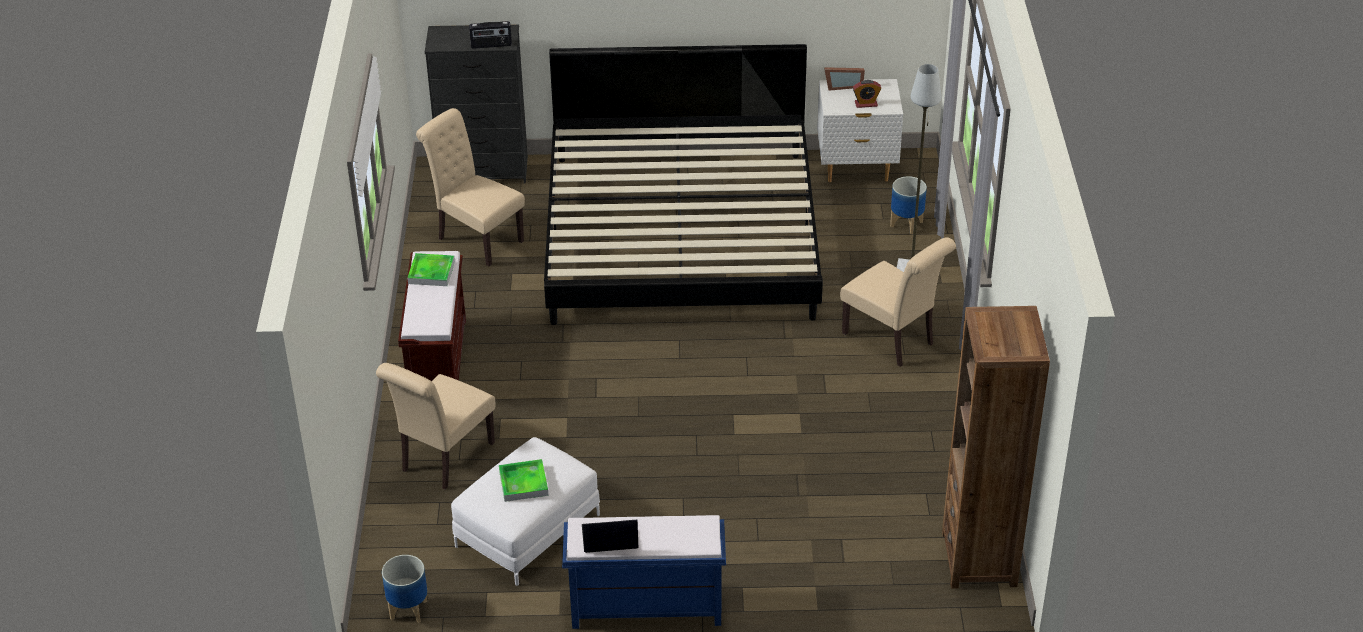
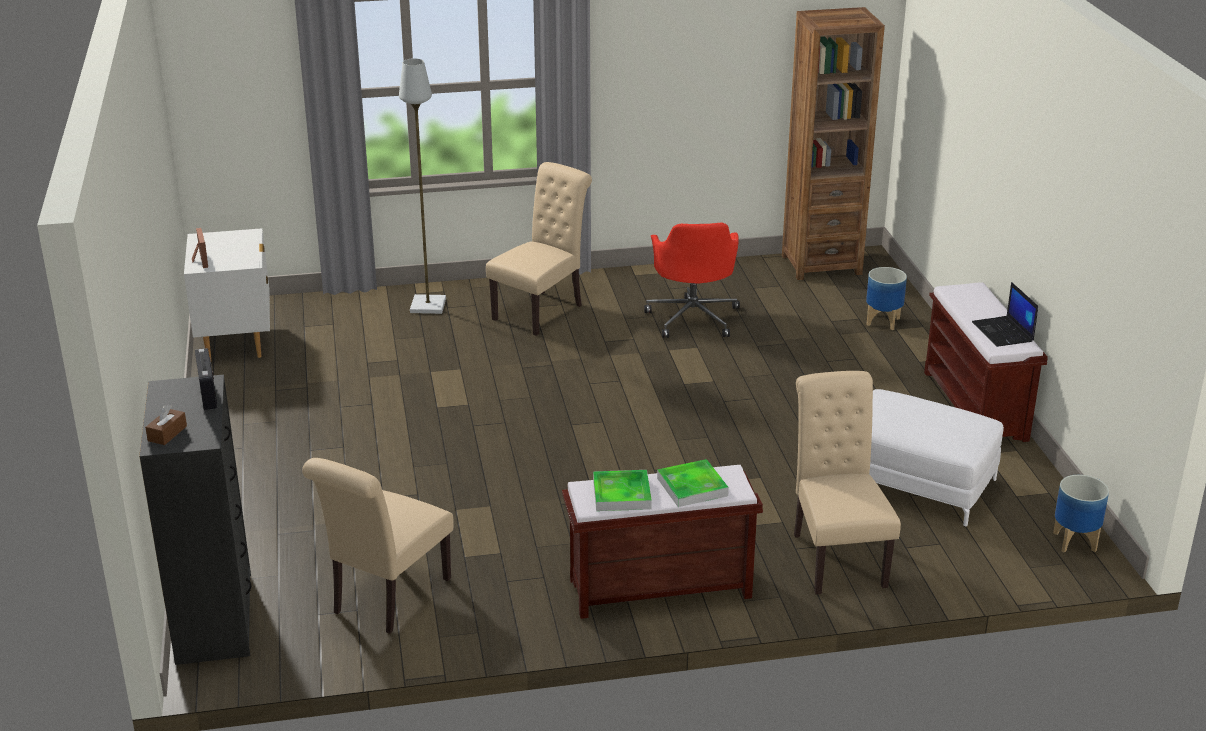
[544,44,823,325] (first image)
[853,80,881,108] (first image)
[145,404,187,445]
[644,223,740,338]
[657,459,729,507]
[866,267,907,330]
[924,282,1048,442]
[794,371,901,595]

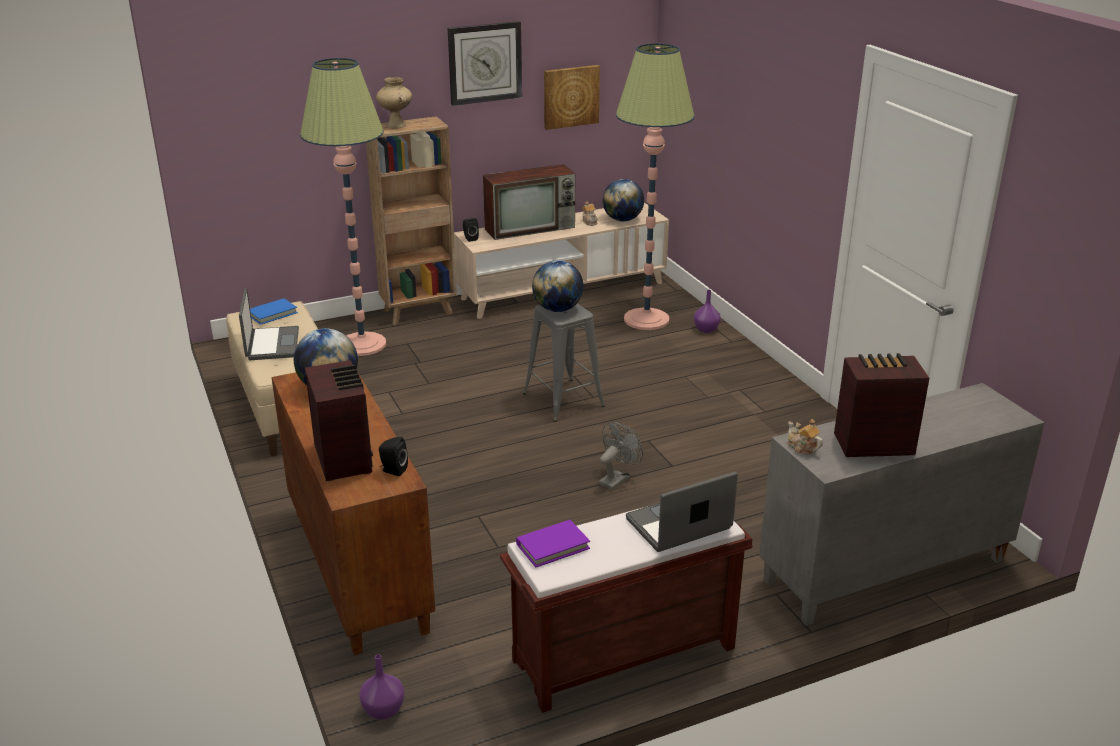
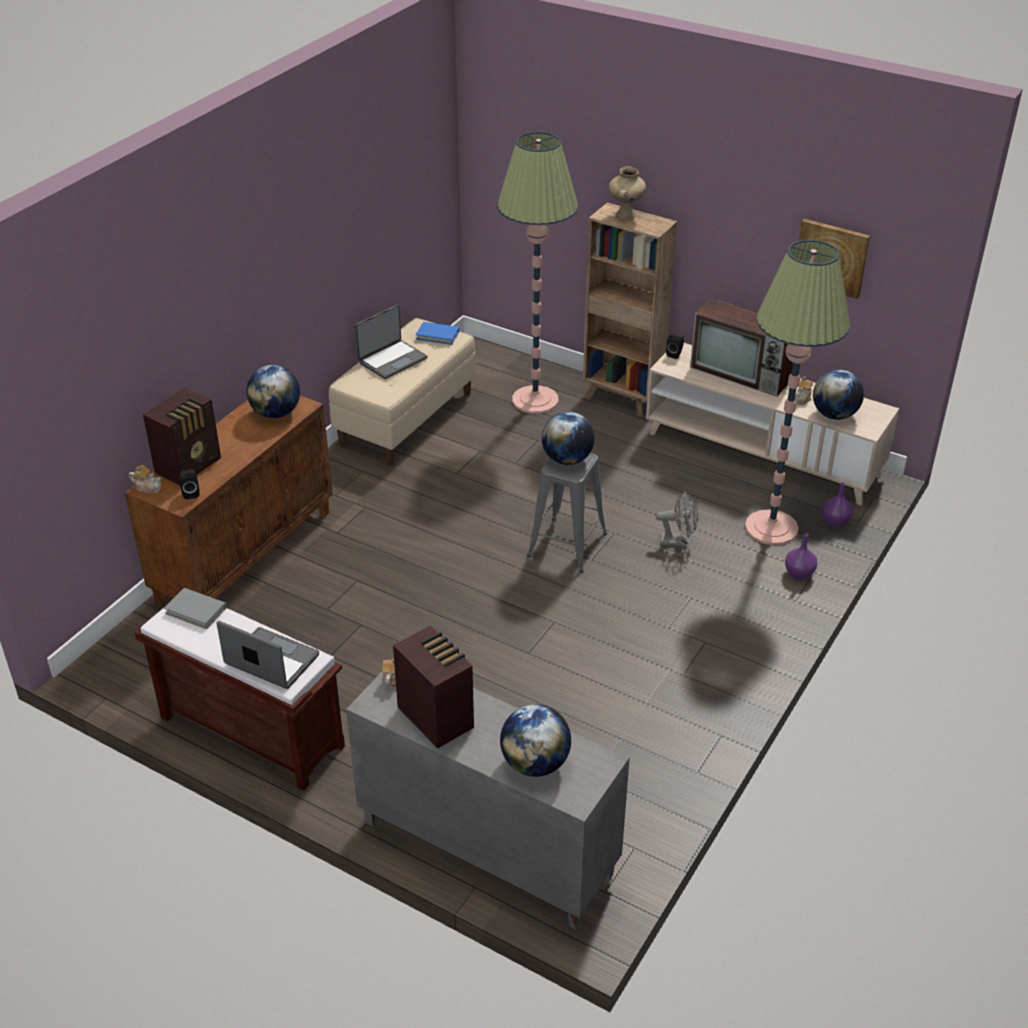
[448,21,522,106] (first image)
[129,465,161,494]
[500,704,571,777]
[822,482,853,527]
[656,491,698,547]
[164,588,227,629]

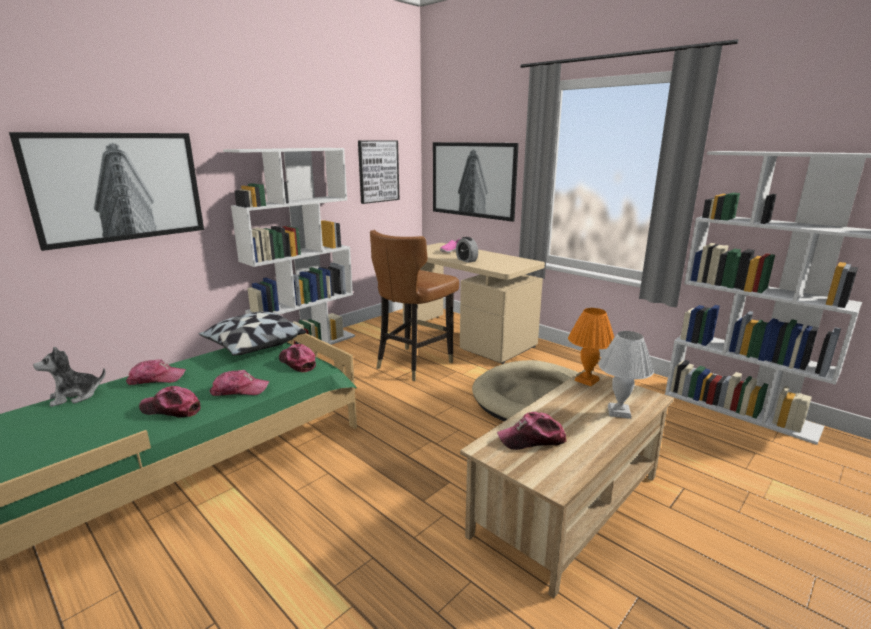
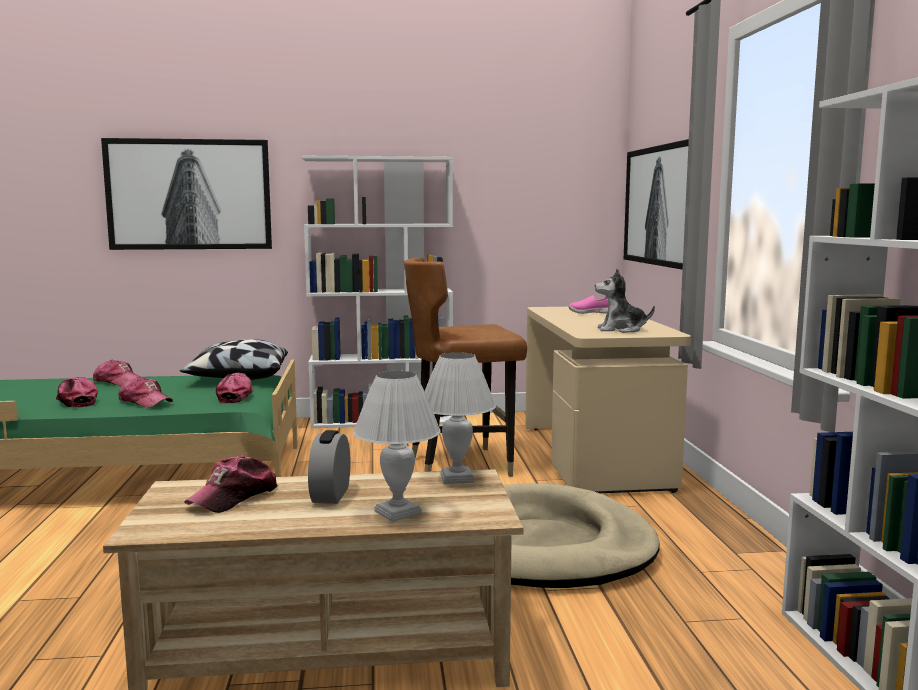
[358,140,399,204] (first image)
[595,268,655,333]
[308,430,350,504]
[424,352,496,484]
[184,456,278,513]

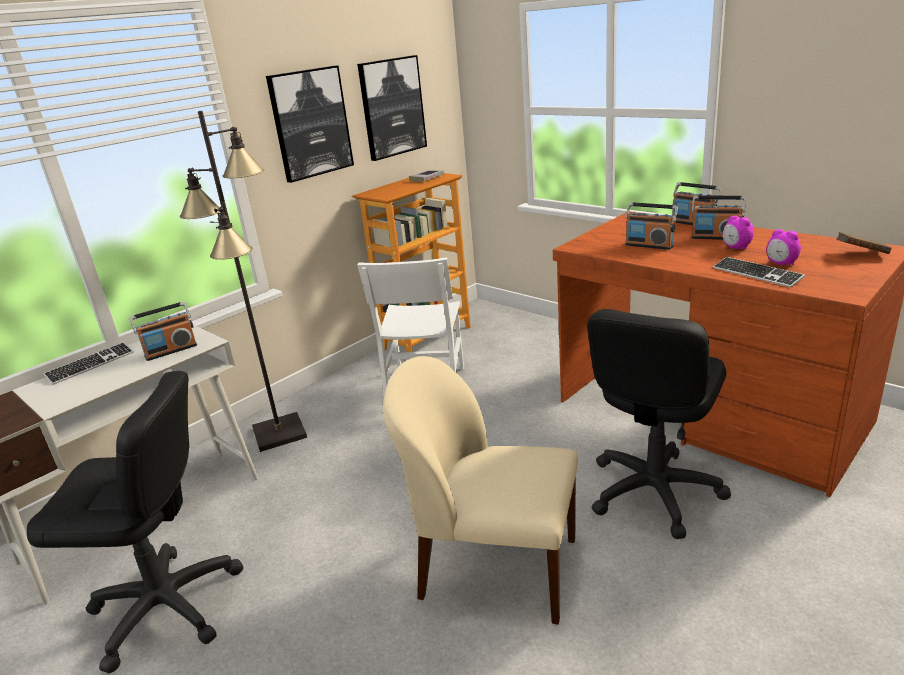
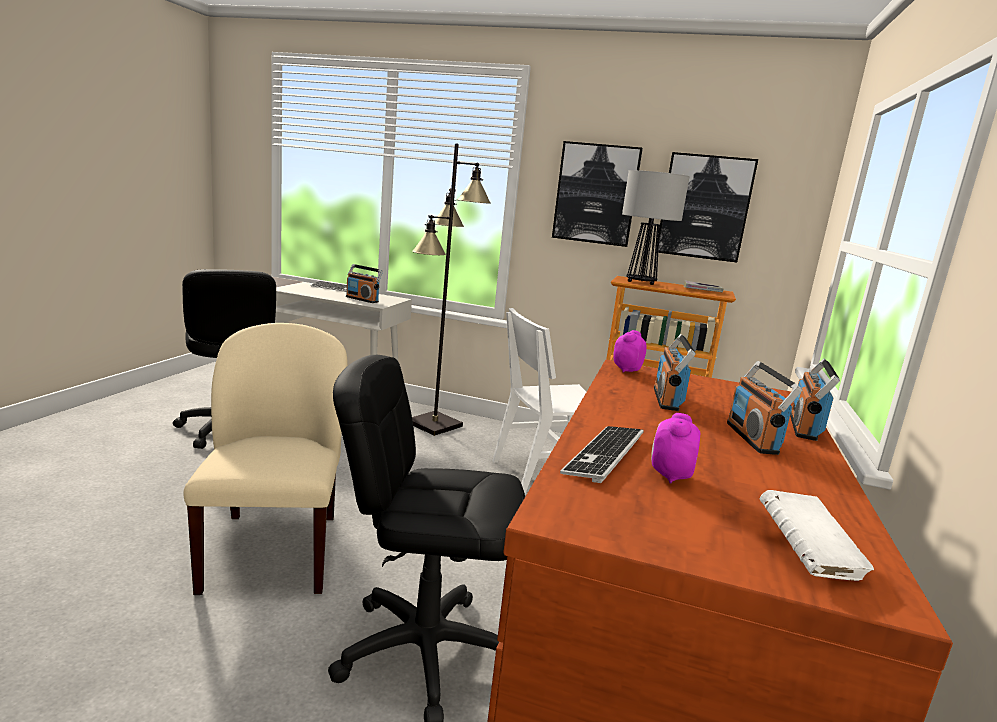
[622,170,690,285]
[613,330,647,372]
[760,490,874,581]

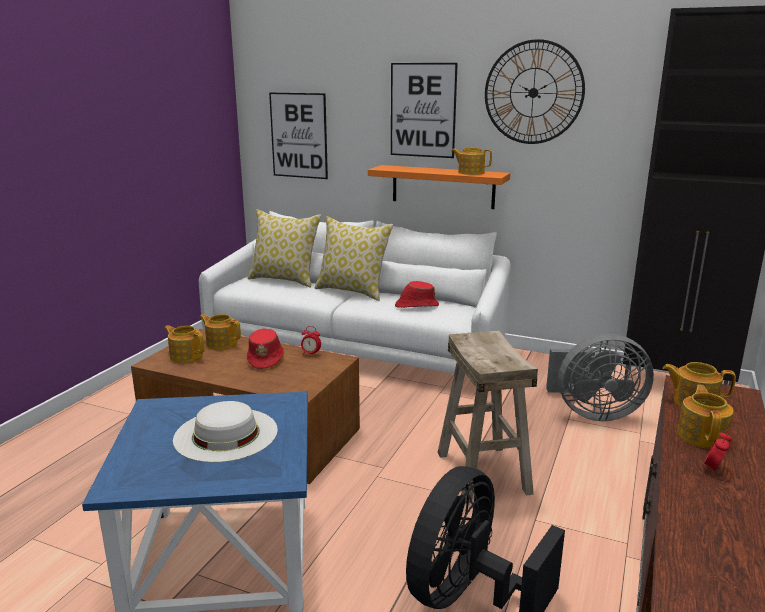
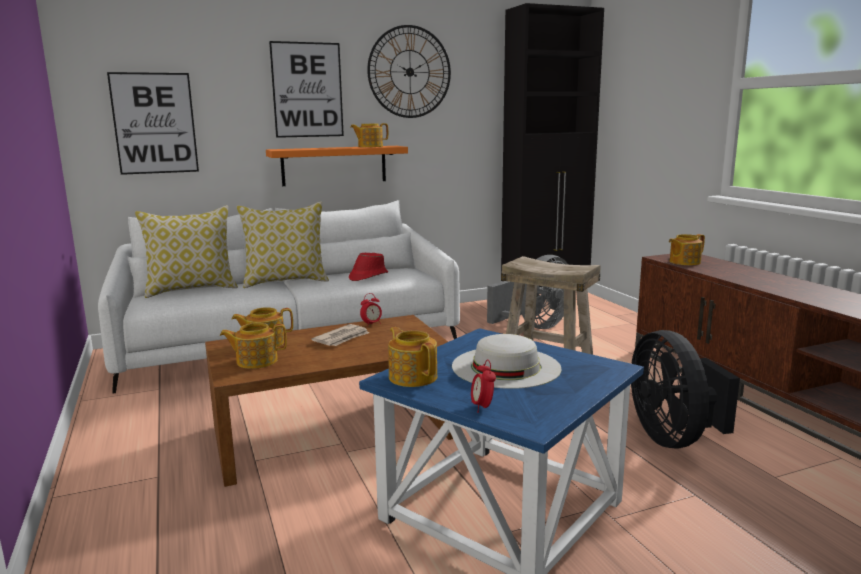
[388,327,437,387]
[471,359,496,413]
[311,324,369,346]

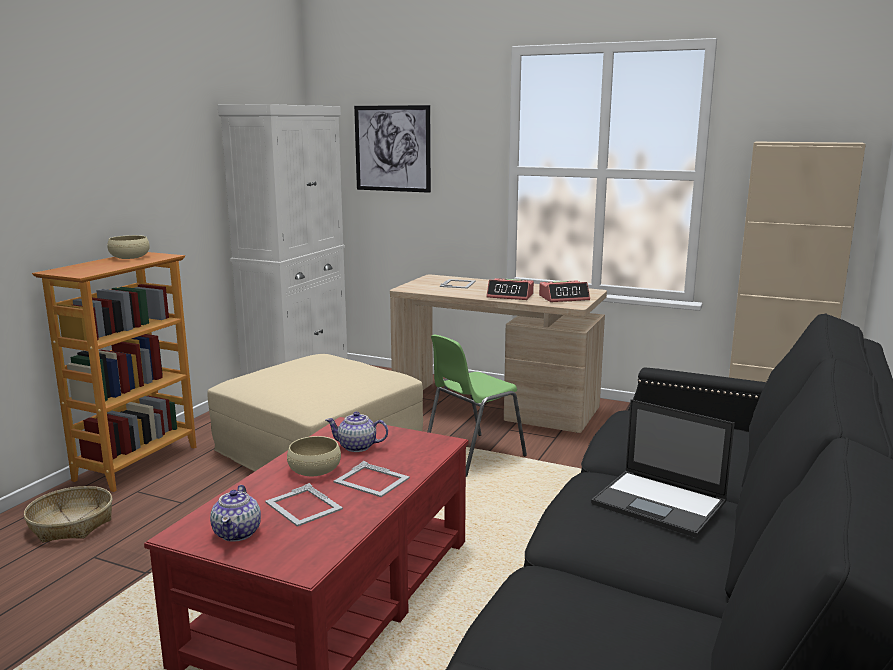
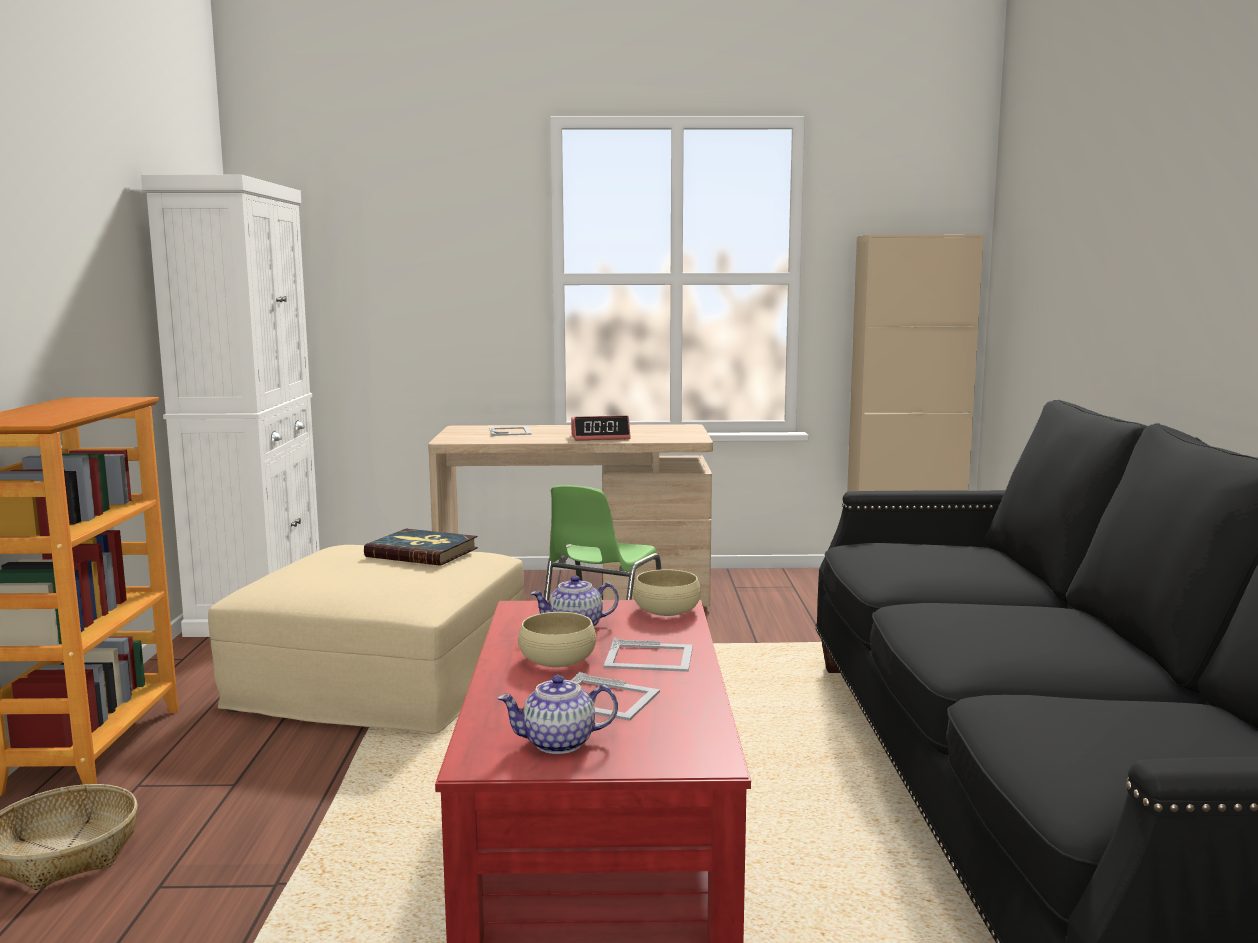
[354,105,431,193] (first image)
[539,281,590,302] (first image)
[591,399,735,538] (first image)
[364,529,478,566]
[633,569,701,616]
[497,675,618,754]

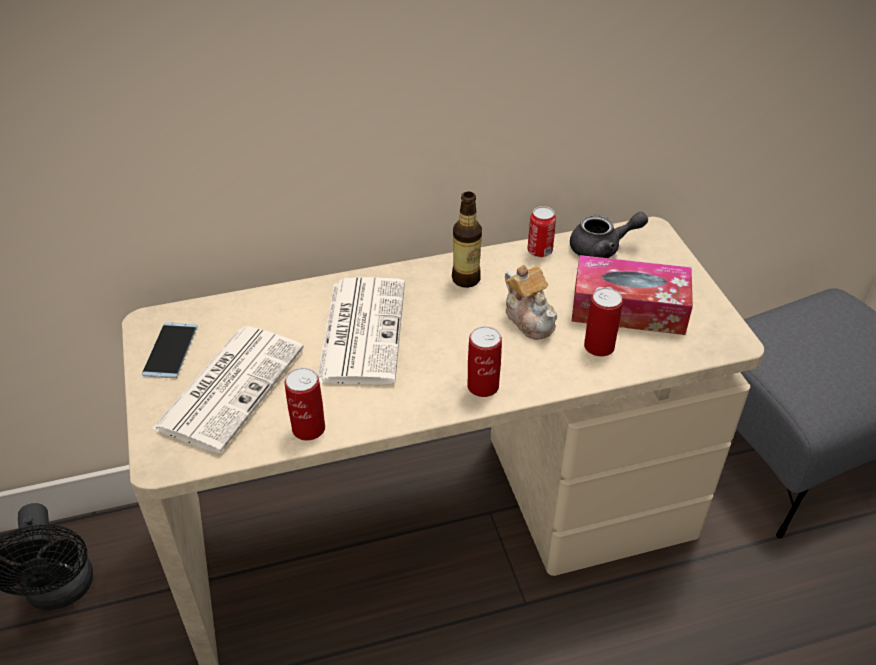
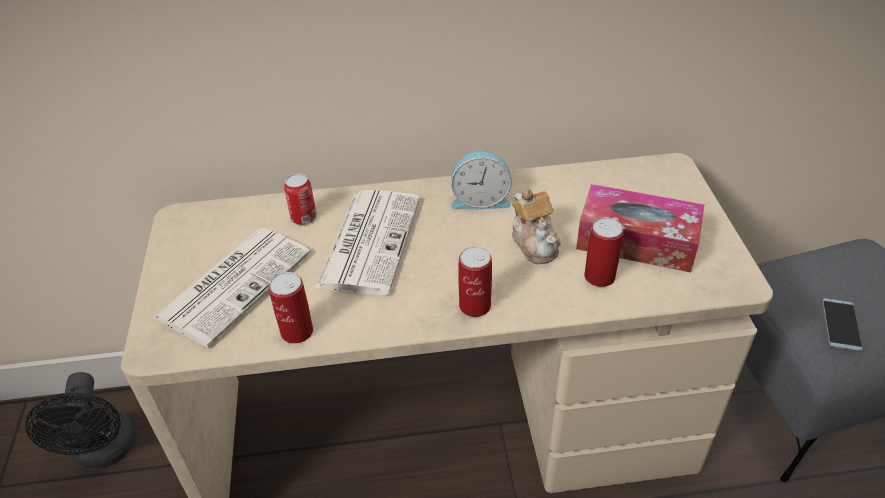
[570,212,648,258] (first image)
[823,298,863,351]
[284,173,317,225]
[451,150,512,209]

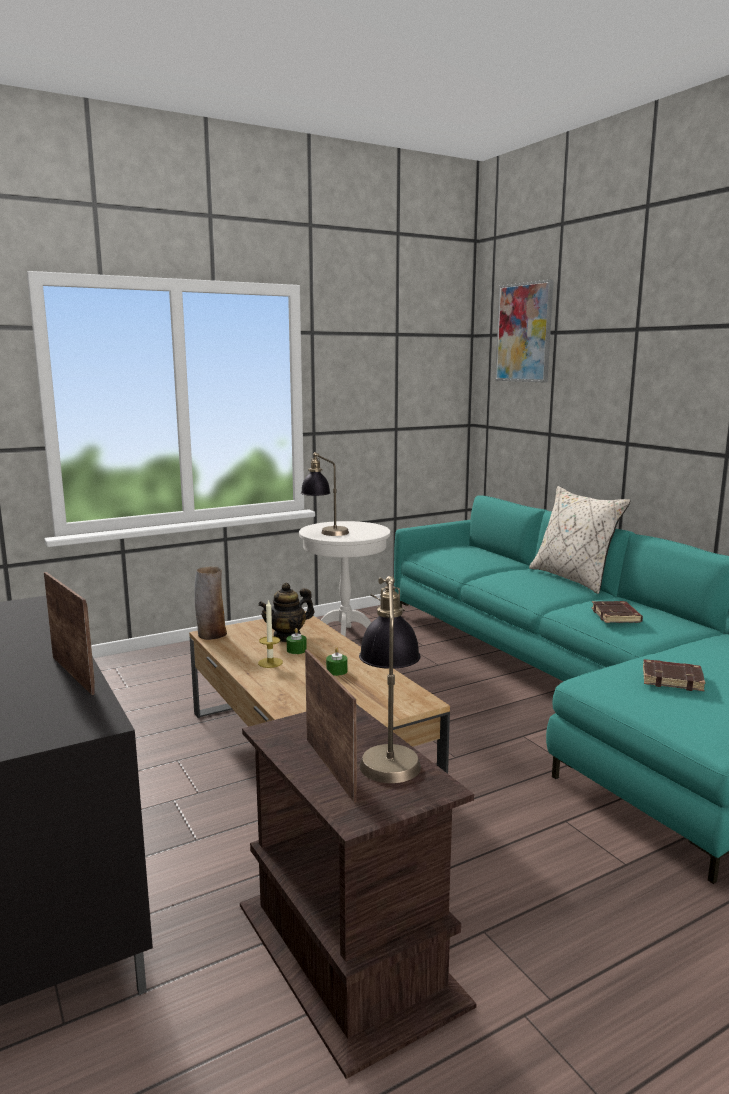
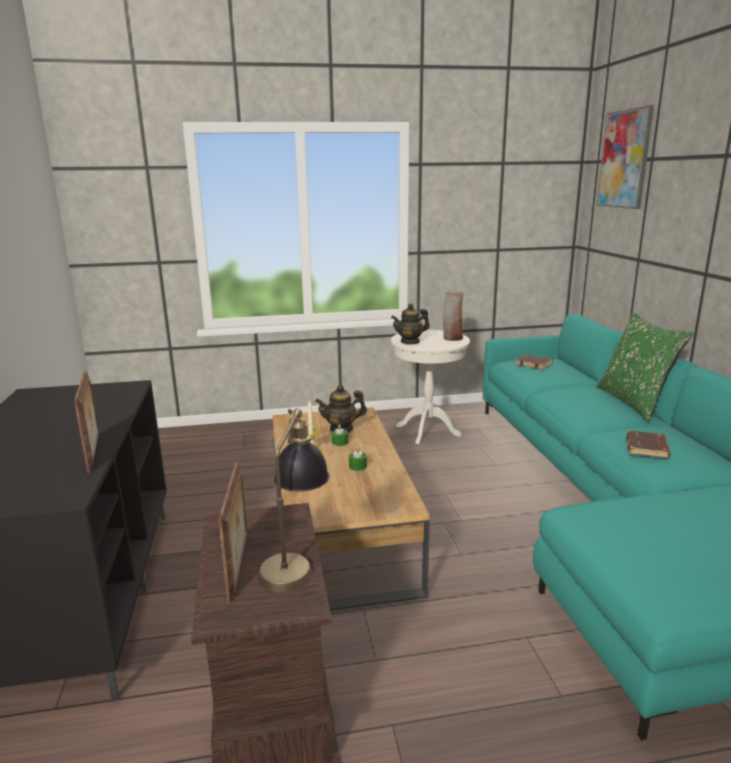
[443,291,463,341]
[515,354,553,370]
[391,304,430,345]
[596,312,694,421]

